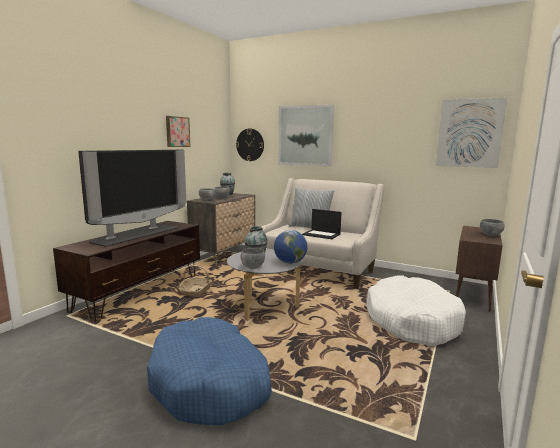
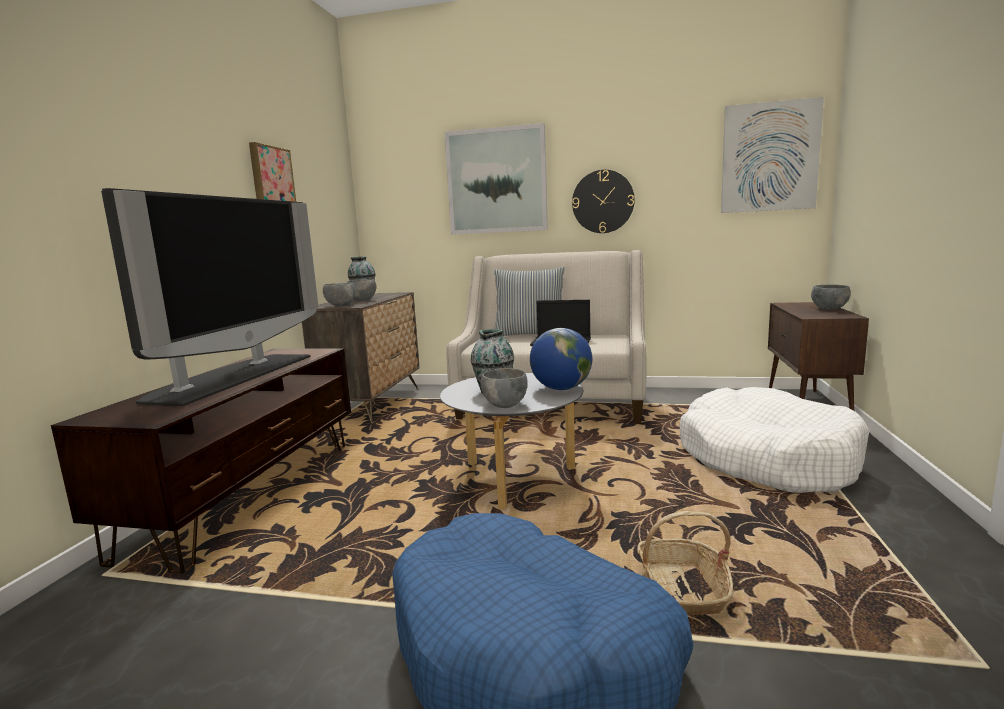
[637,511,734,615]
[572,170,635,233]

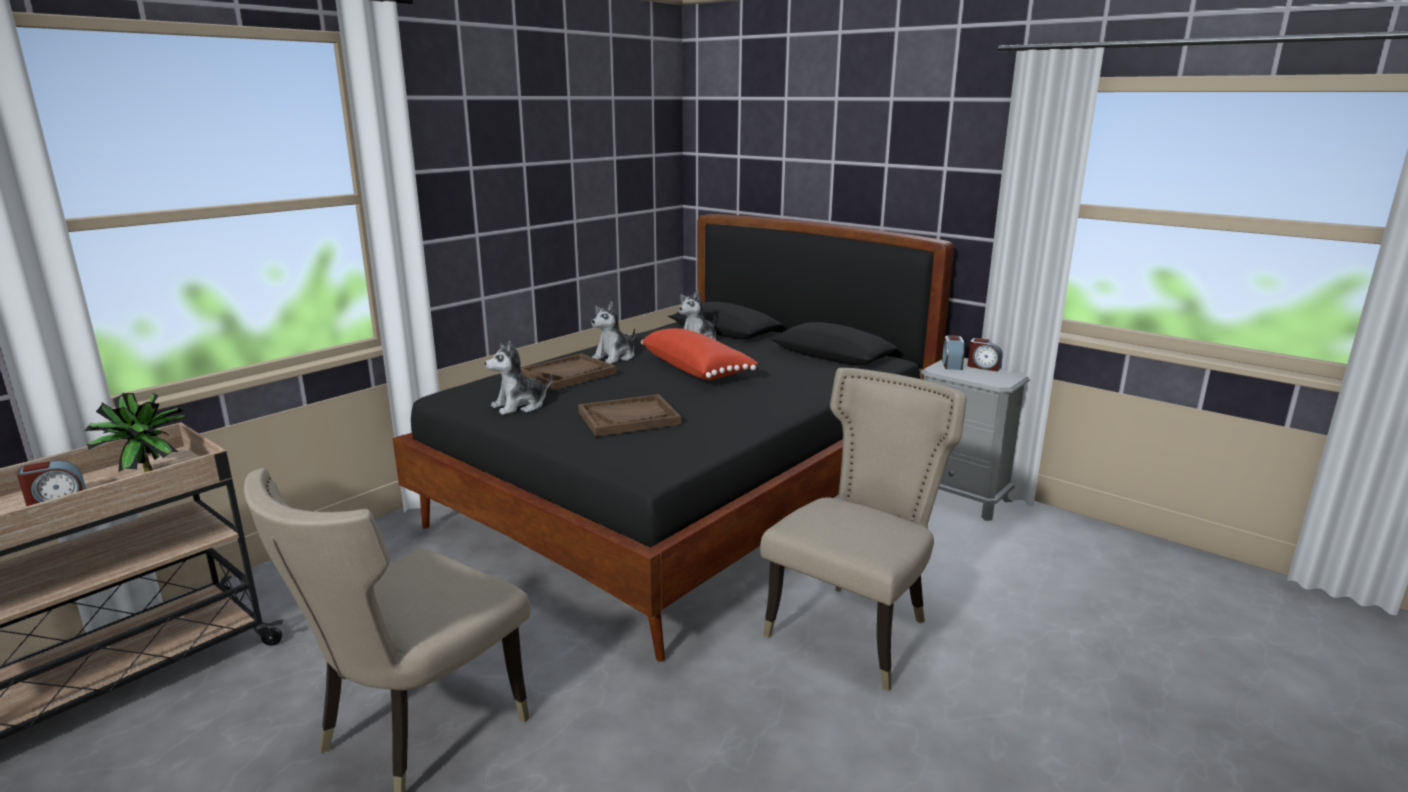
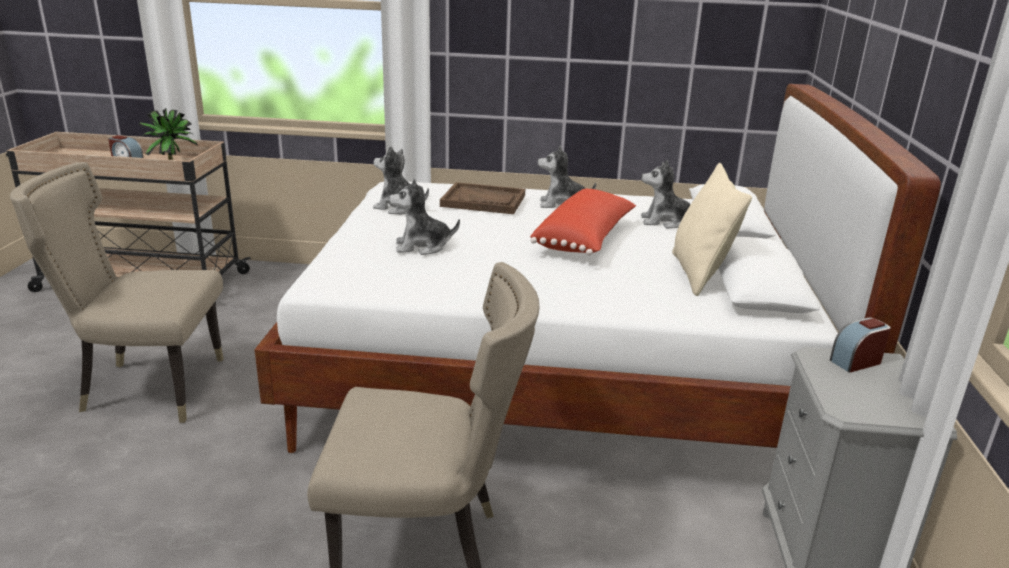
[967,338,1003,372] (first image)
[672,163,752,296]
[389,179,460,255]
[254,84,941,453]

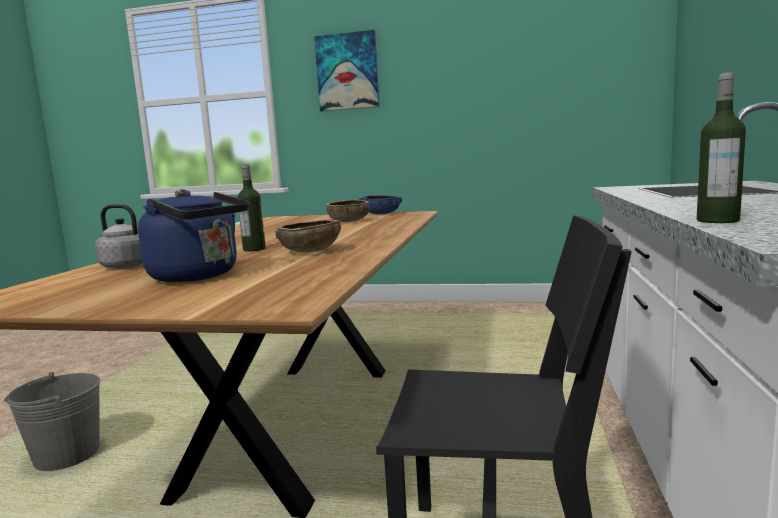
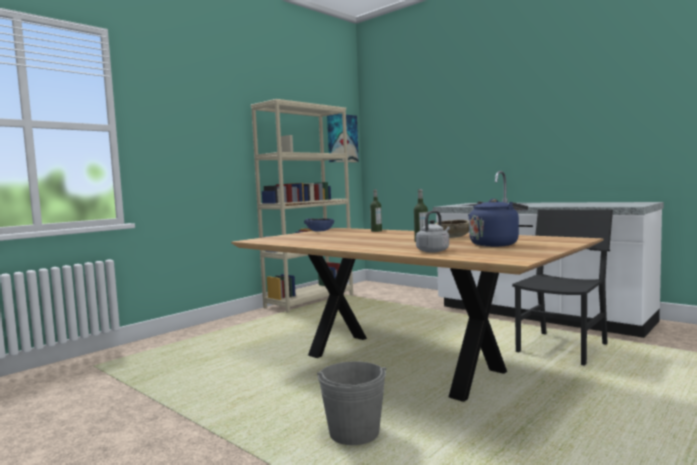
[326,200,370,222] (first image)
[251,99,353,313]
[327,114,359,162]
[370,189,382,232]

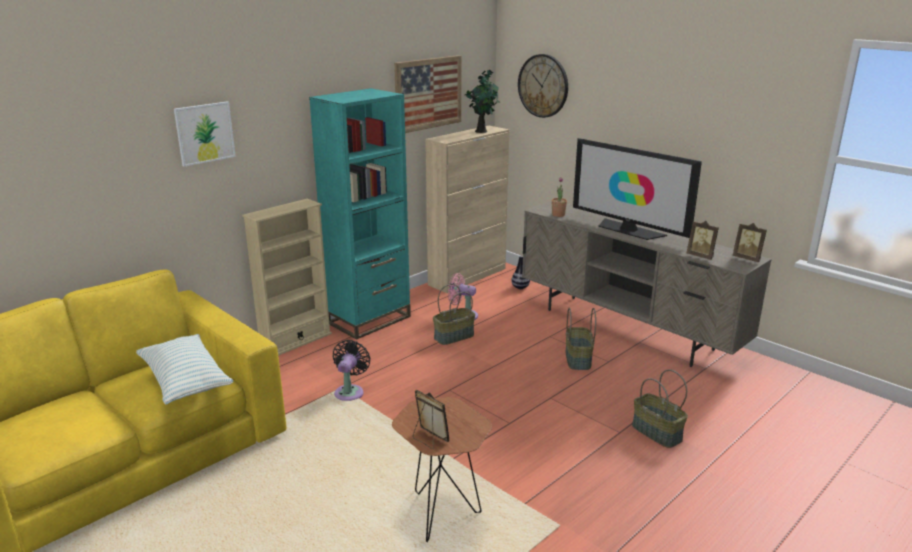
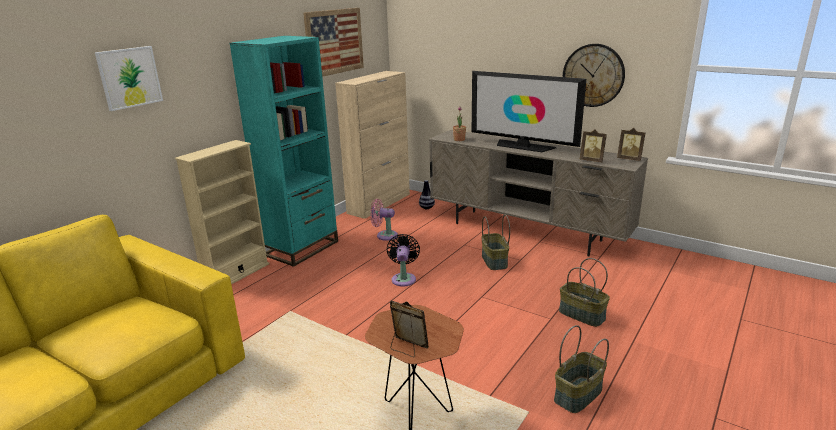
[136,334,233,405] (first image)
[465,70,500,133] (first image)
[387,234,420,287]
[554,325,609,413]
[563,44,625,107]

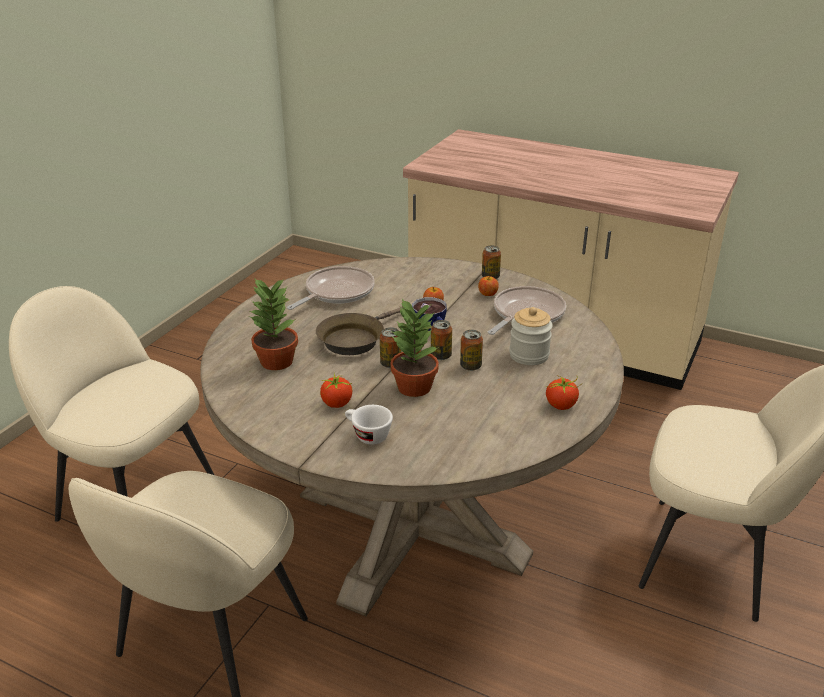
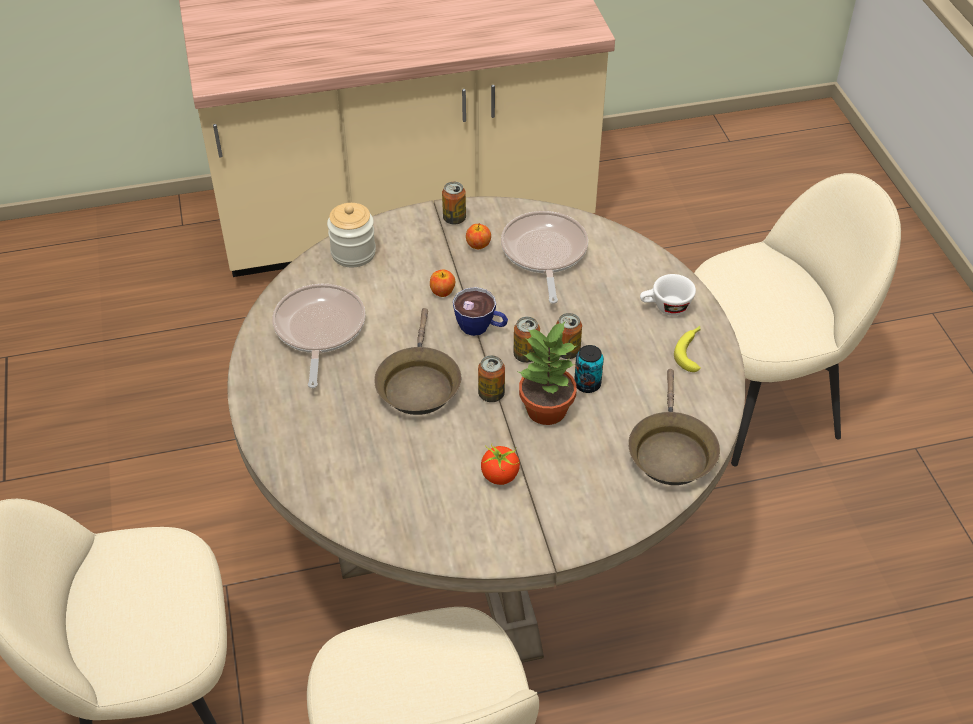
[250,278,298,370] (first image)
[574,345,604,393]
[628,369,720,485]
[640,274,696,316]
[327,203,376,267]
[674,326,701,372]

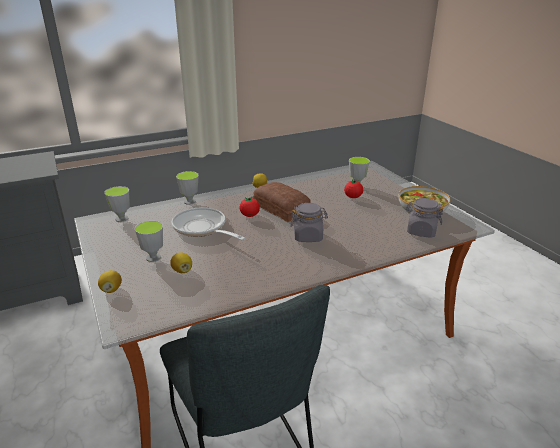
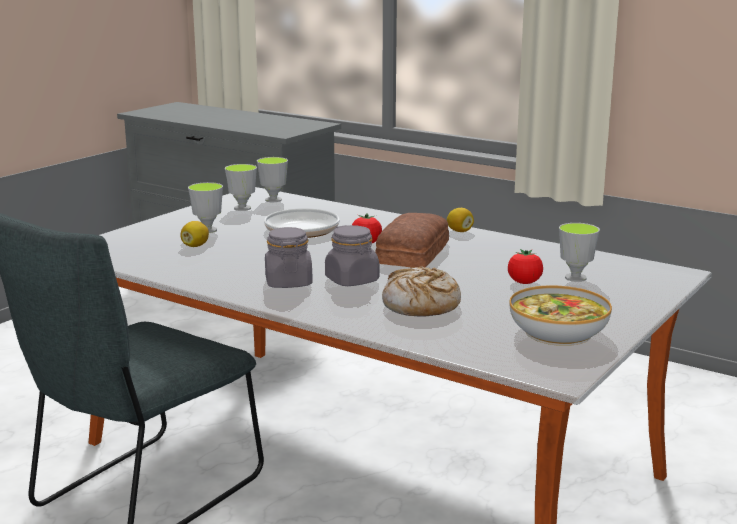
[98,270,122,293] (first image)
[382,266,461,317]
[225,164,257,211]
[265,227,313,288]

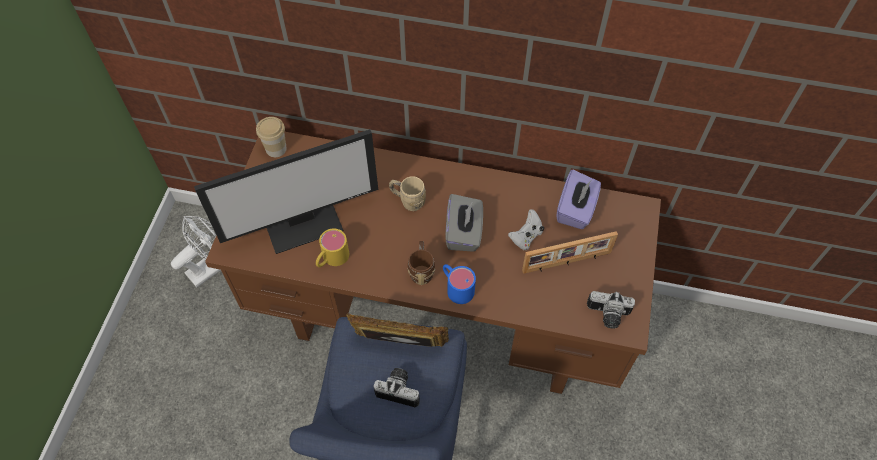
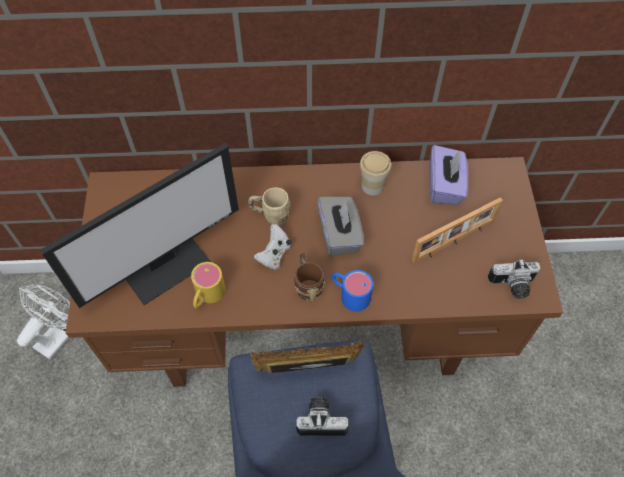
[360,151,391,196]
[254,224,291,270]

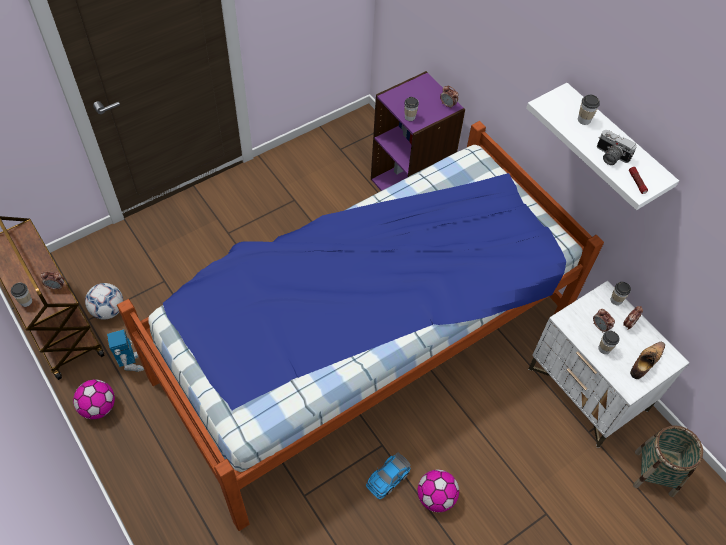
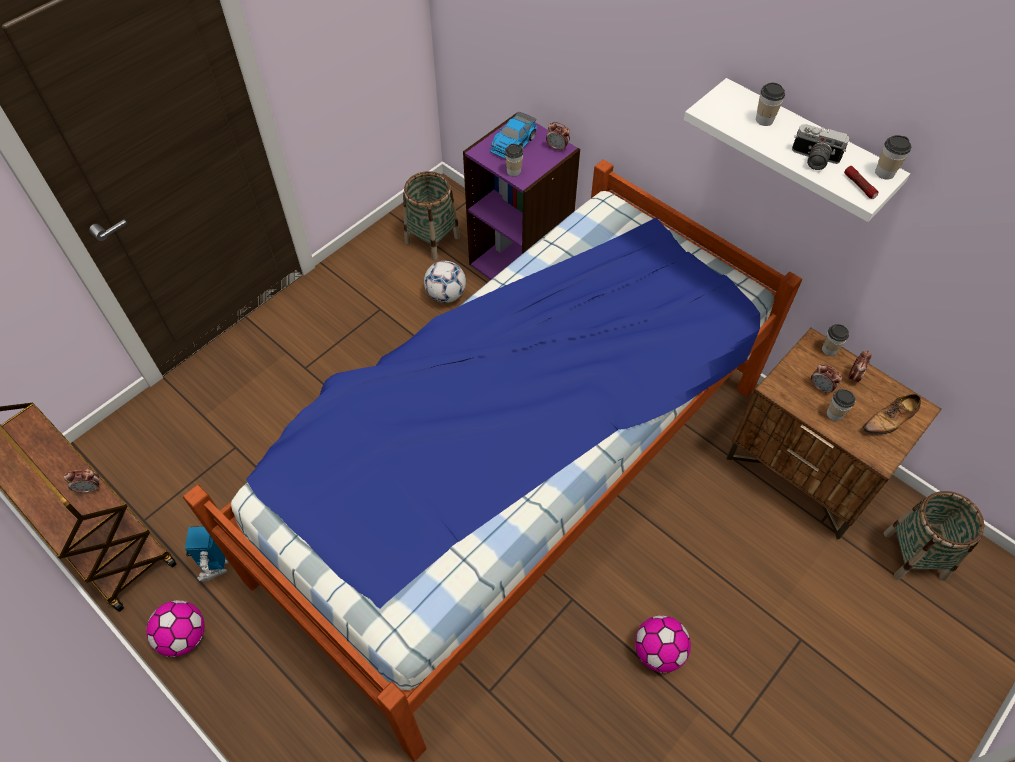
[403,171,460,260]
[875,135,911,180]
[424,261,466,303]
[490,112,537,158]
[726,328,942,540]
[185,526,228,581]
[862,394,921,435]

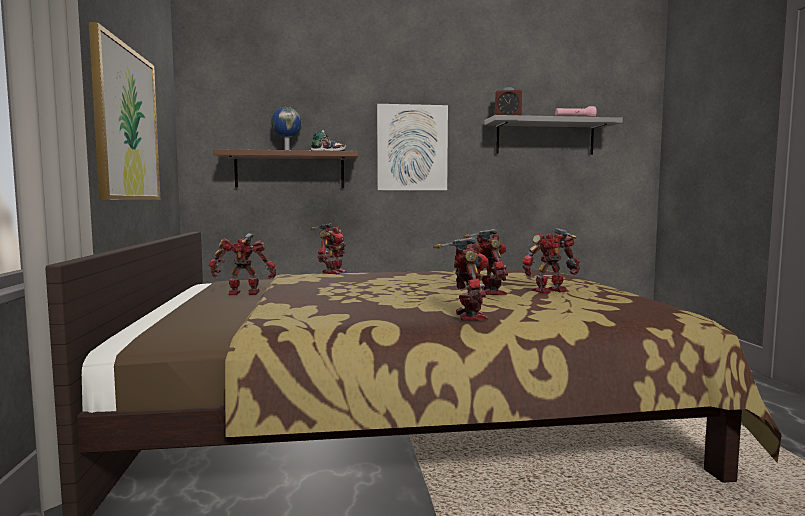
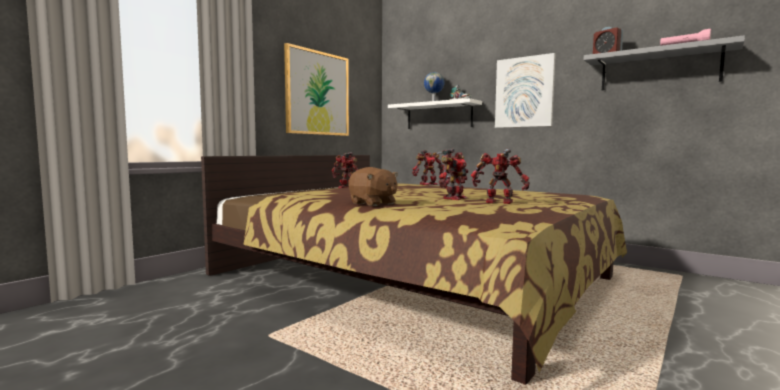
[348,167,398,206]
[388,98,482,129]

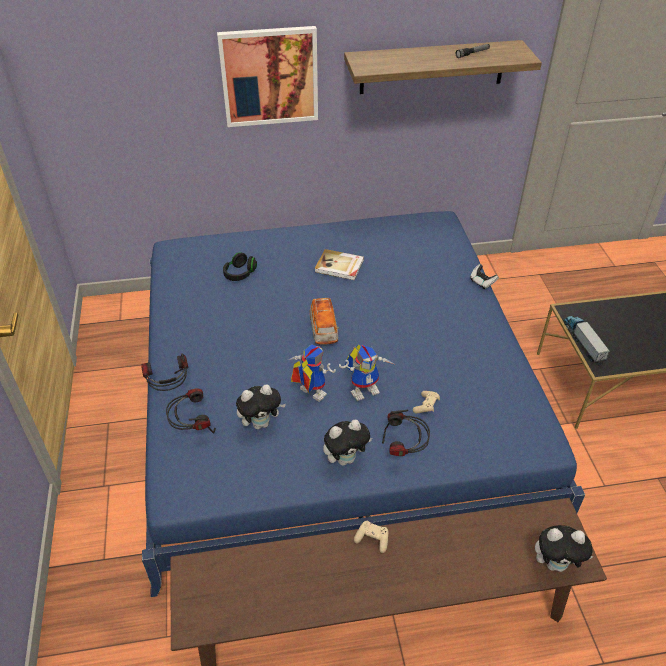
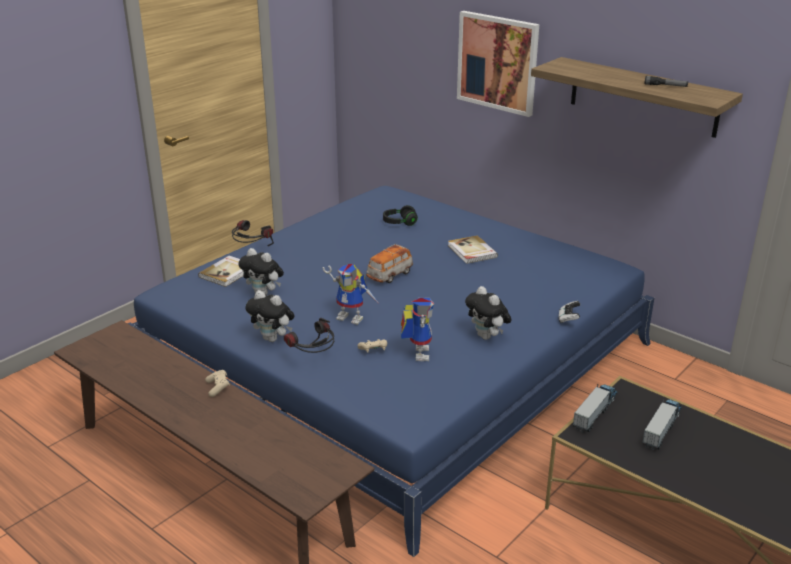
[642,399,682,450]
[401,298,434,361]
[465,286,511,340]
[198,256,244,287]

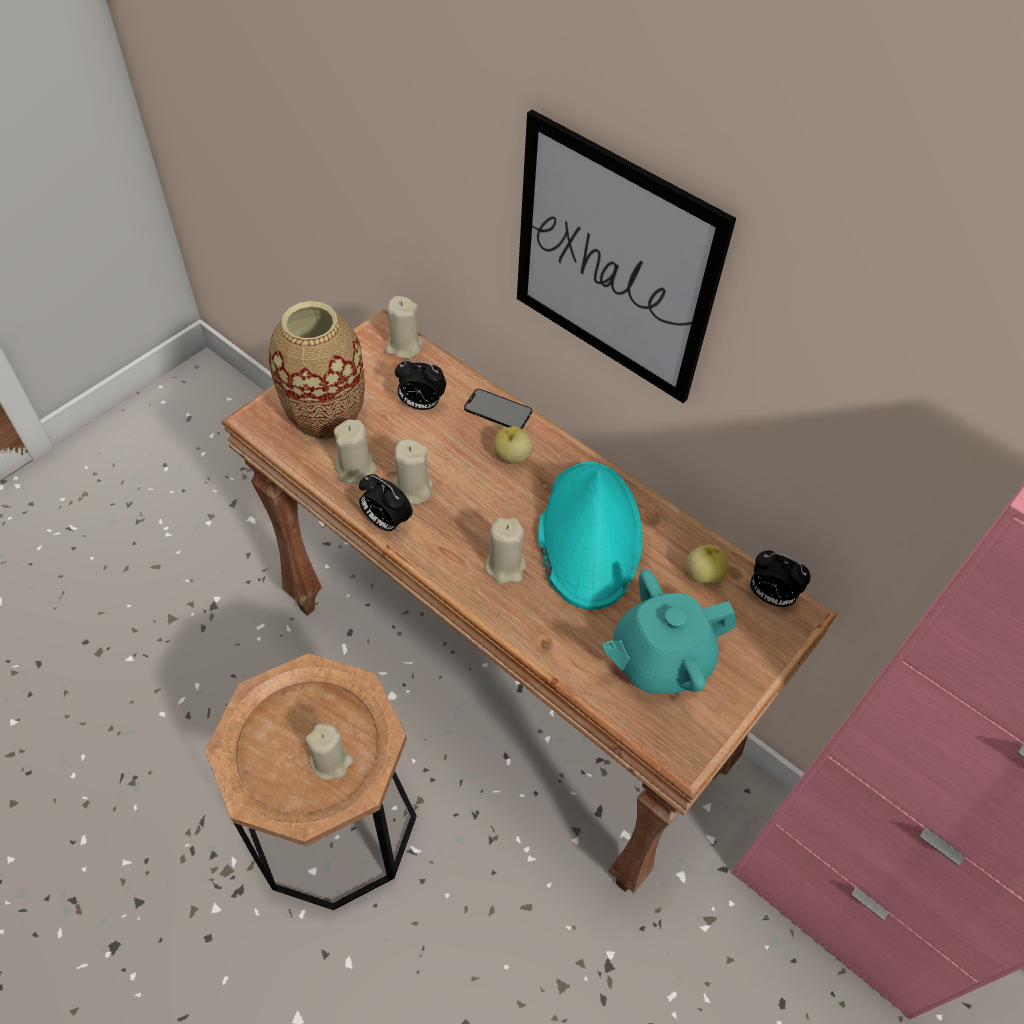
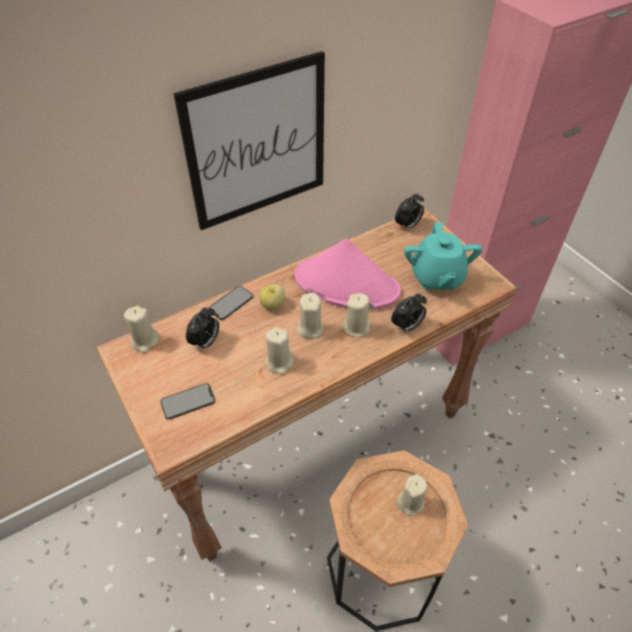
[686,544,728,584] (first image)
[297,293,323,339]
[391,293,427,333]
[160,383,215,419]
[295,238,401,310]

